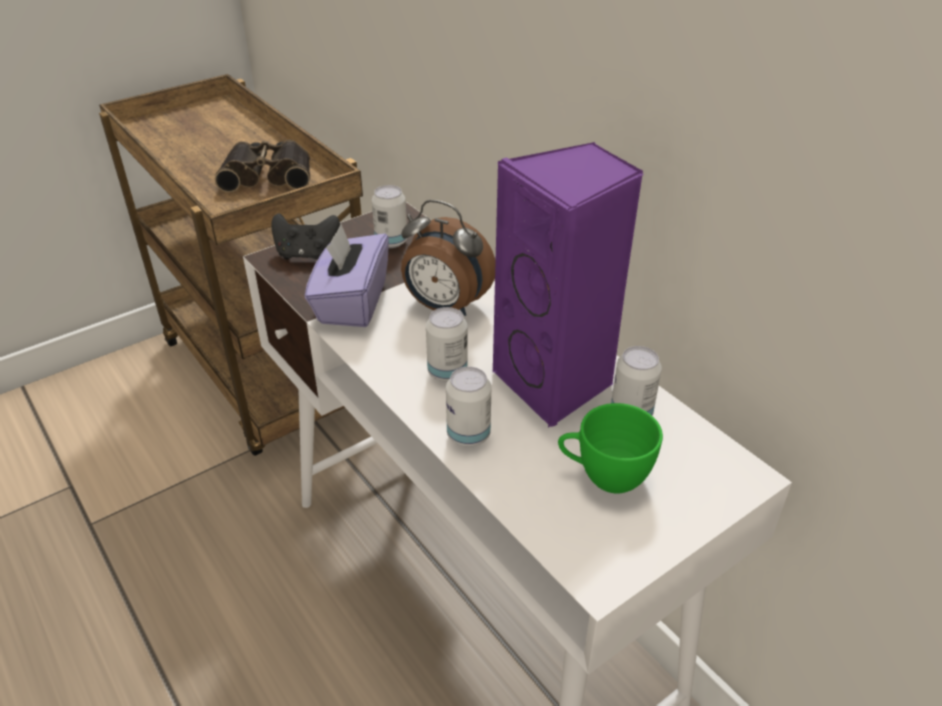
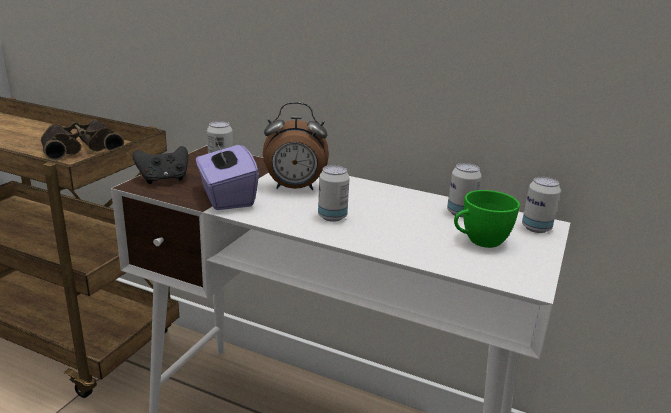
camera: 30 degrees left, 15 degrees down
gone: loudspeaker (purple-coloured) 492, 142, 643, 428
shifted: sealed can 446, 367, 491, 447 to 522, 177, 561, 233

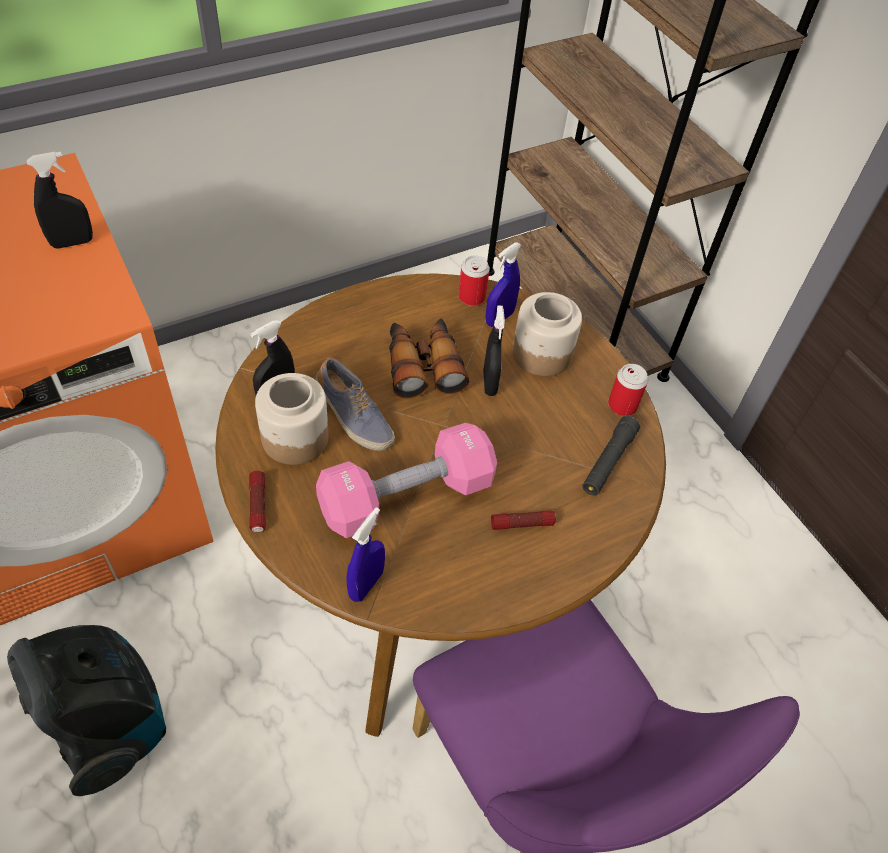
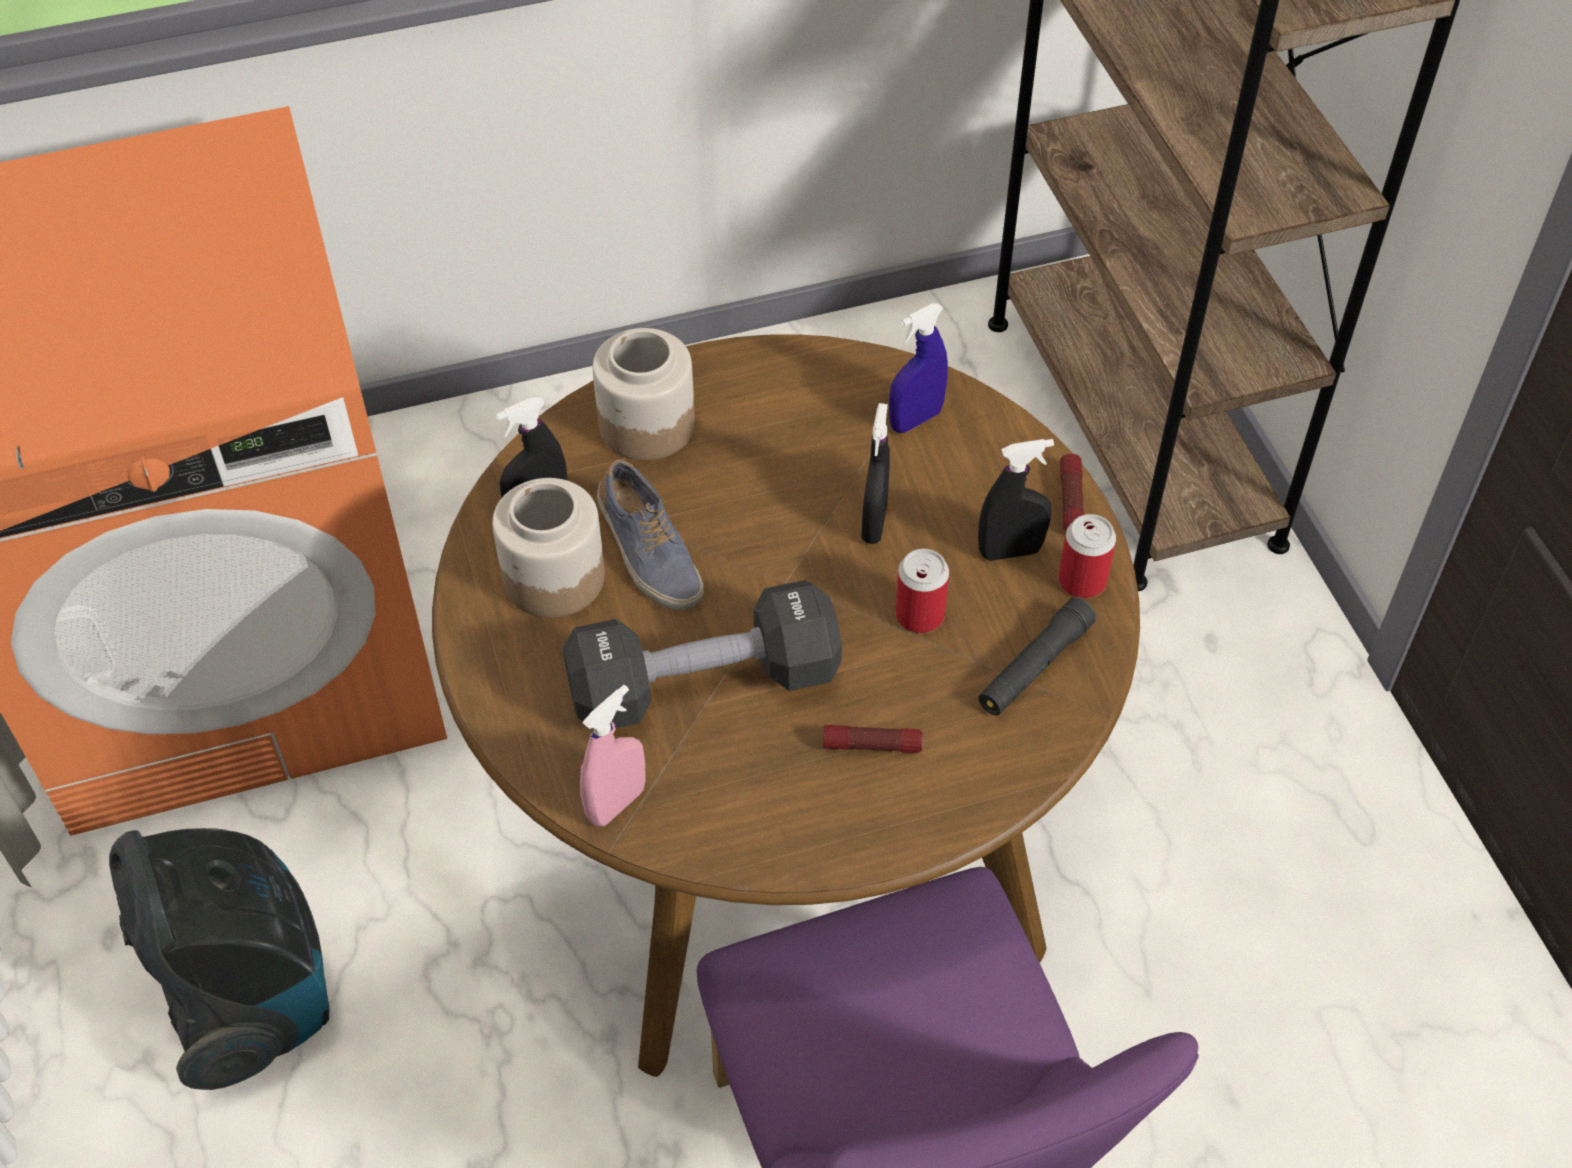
camera: 15 degrees right, 0 degrees up
gone: field glasses 389, 319, 469, 398
shifted: spray bottle (black-coloured) 27, 152, 93, 249 to 978, 439, 1054, 561; torch 249, 471, 266, 532 to 1060, 454, 1085, 532; sealed can 458, 255, 490, 306 to 895, 549, 949, 633; storage jar 512, 292, 582, 376 to 593, 328, 695, 461
repainted: dumbbell (pink-coloured) 316, 423, 497, 538 to dumbbell (black-coloured) 563, 580, 842, 730; spray bottle (bluish) 346, 507, 385, 602 to spray bottle (pink-coloured) 580, 685, 646, 826

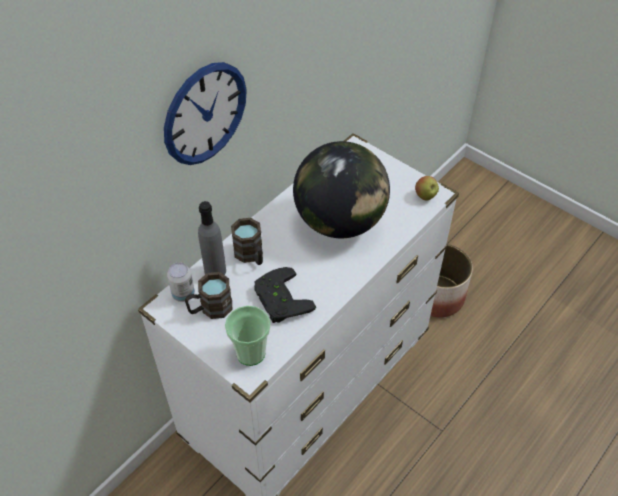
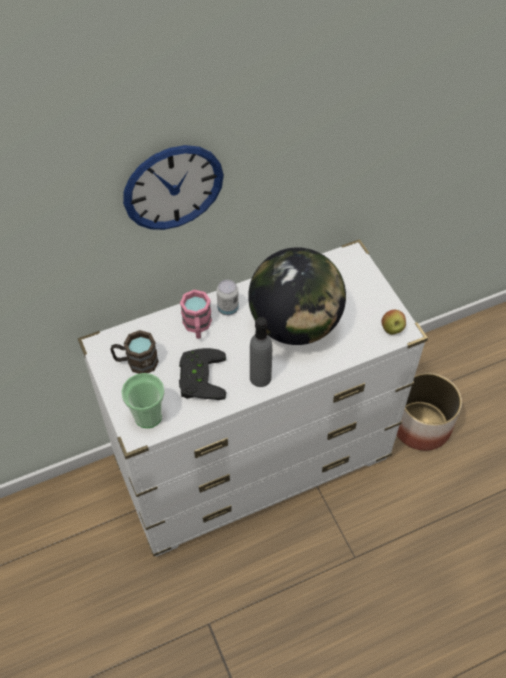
camera: 25 degrees right, 5 degrees up
shifted: sealed can 167, 262, 195, 302 to 217, 280, 239, 316; beverage bottle (gray) 198, 201, 226, 275 to 250, 317, 272, 387
repainted: tea mug (brownish) 231, 218, 263, 265 to tea mug (pink-coloured) 180, 290, 212, 339

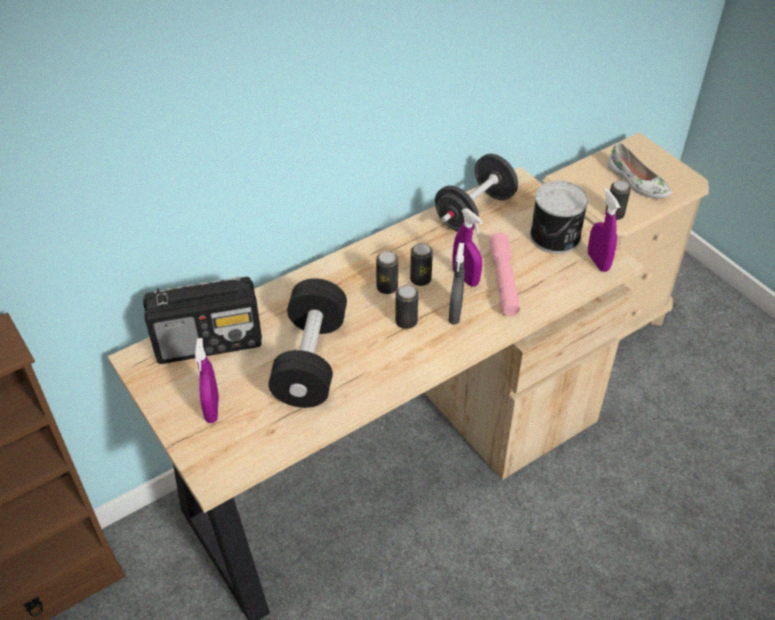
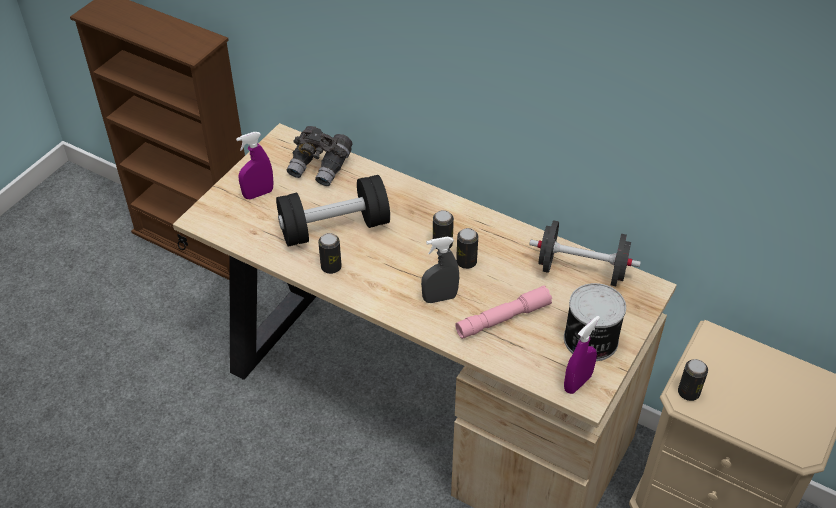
camera: 65 degrees right, 0 degrees up
gone: spray bottle (purple-coloured) 452, 208, 482, 287; low shoe (whitish) 607, 143, 672, 199
shifted: sealed can 395, 285, 419, 329 to 318, 233, 342, 274
swapped: radio receiver 143, 277, 262, 364 to field glasses (gray) 287, 126, 353, 186

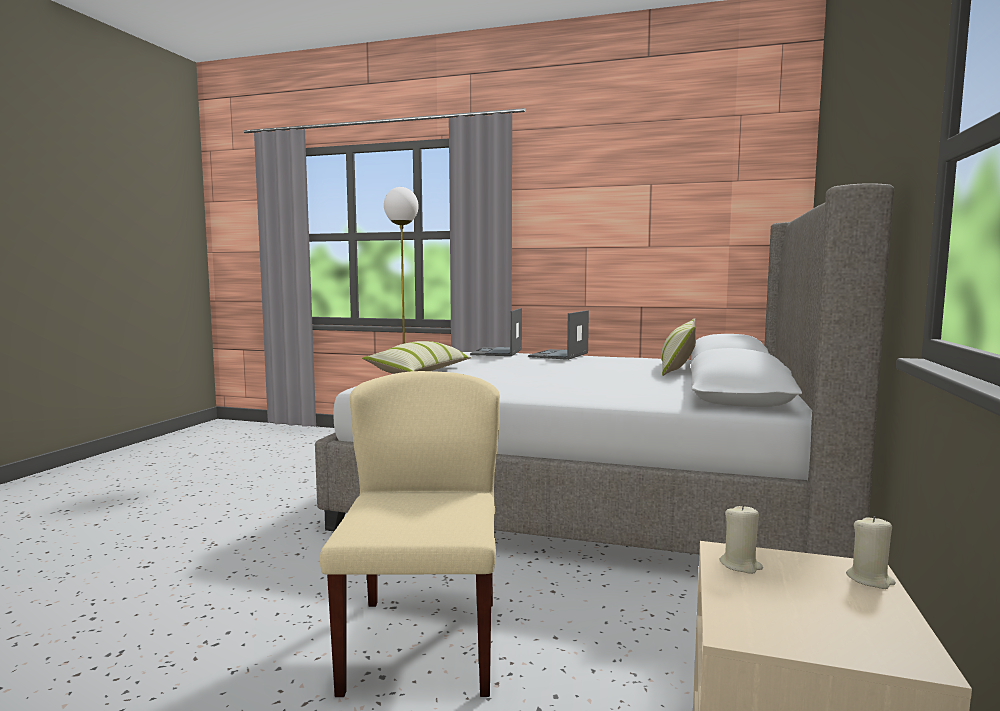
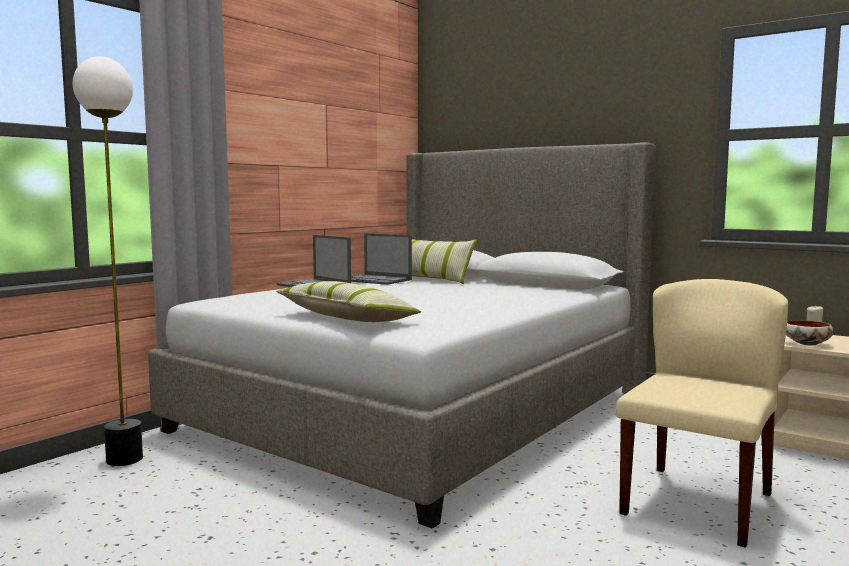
camera: 70 degrees left, 0 degrees up
shifted: portable computer 470, 308, 522, 356 to 351, 233, 412, 285
swapped: wax candle (beige) 719, 504, 763, 574 to bowl 786, 320, 833, 346
rotated: plain chair (beige) 320, 371, 500, 697 = 616, 279, 788, 548 105 degrees clockwise

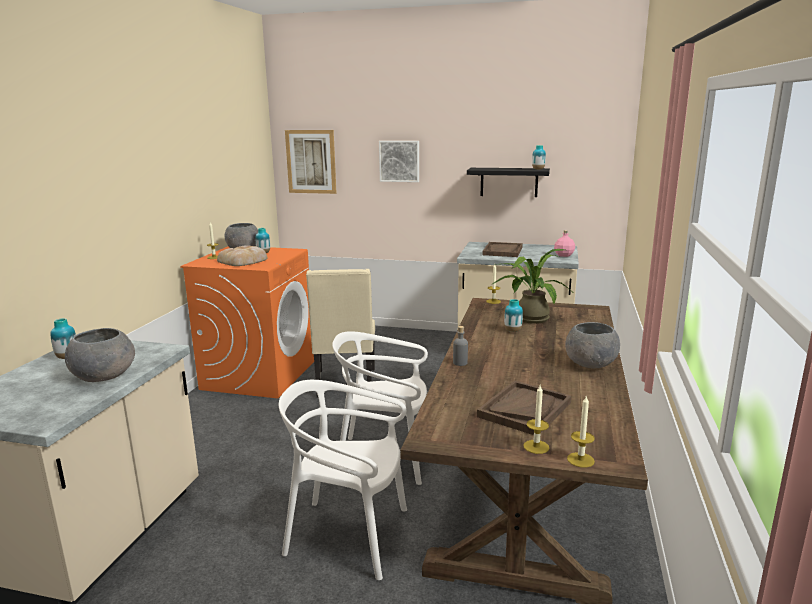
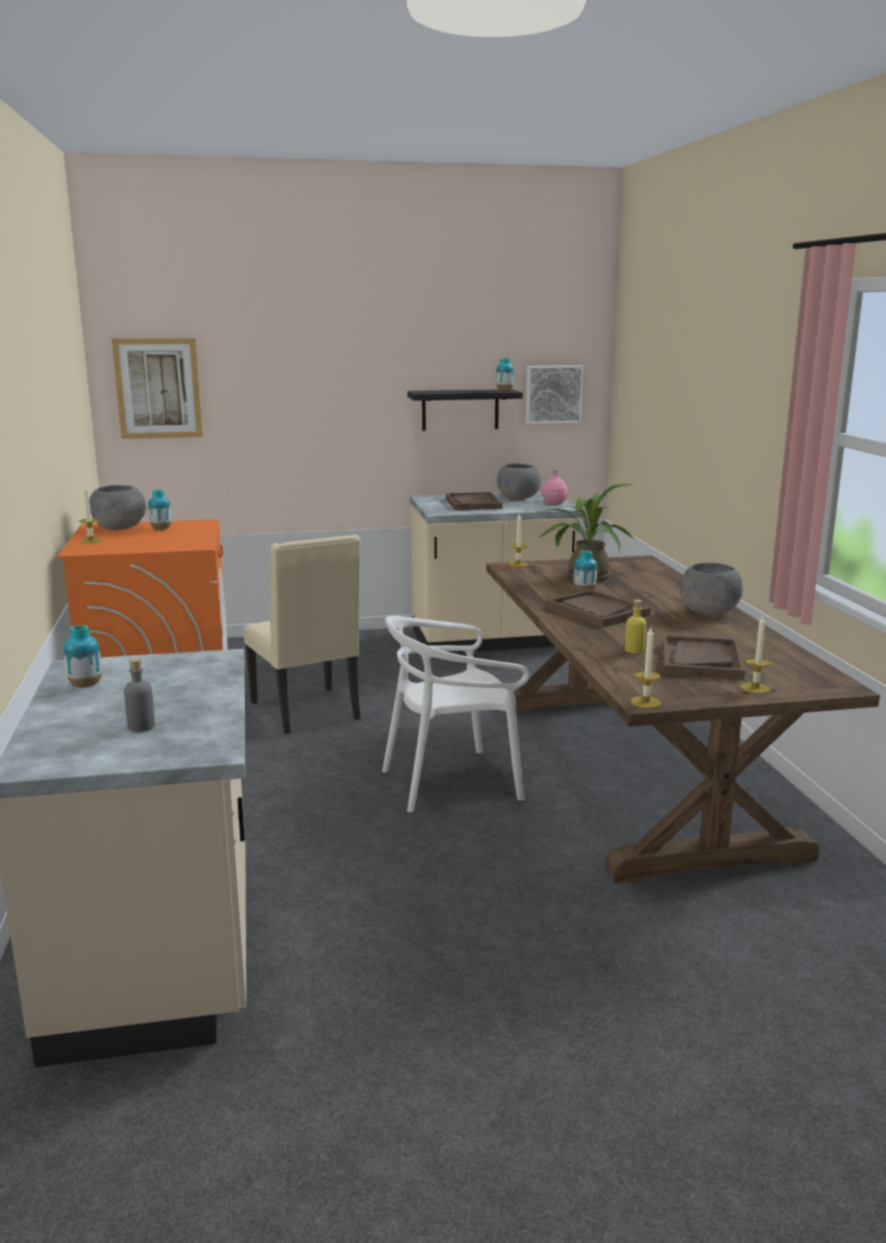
camera: 25 degrees left, 0 degrees up
gone: baked bread 217, 245, 267, 266; plain chair (whitish) 279, 380, 407, 580
new: carrying tray (brownish) 546, 590, 650, 628; beverage bottle (yellow-coloured) 625, 600, 646, 653
shifted: bowl (gray) 65, 328, 135, 382 to 497, 464, 541, 500; wall picture 379, 141, 419, 182 to 526, 365, 584, 424; beverage bottle (gray) 453, 326, 468, 366 to 124, 658, 155, 732; wax candle 567, 395, 595, 468 to 631, 628, 661, 708

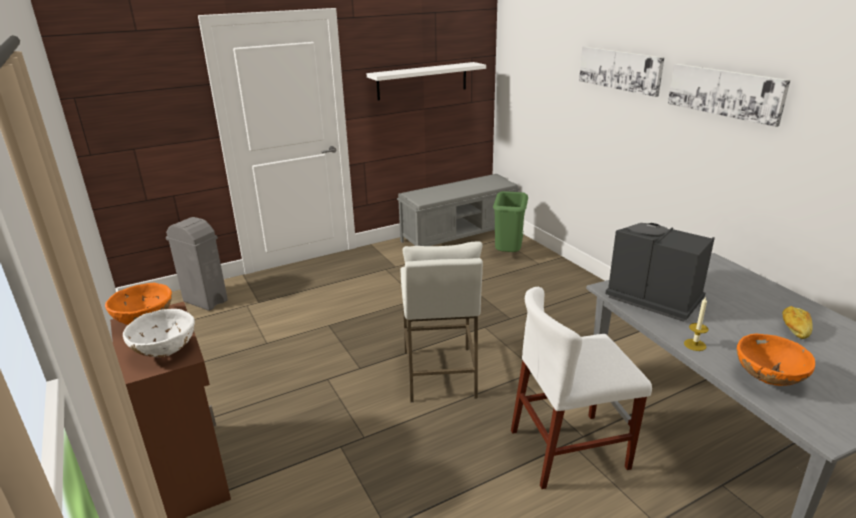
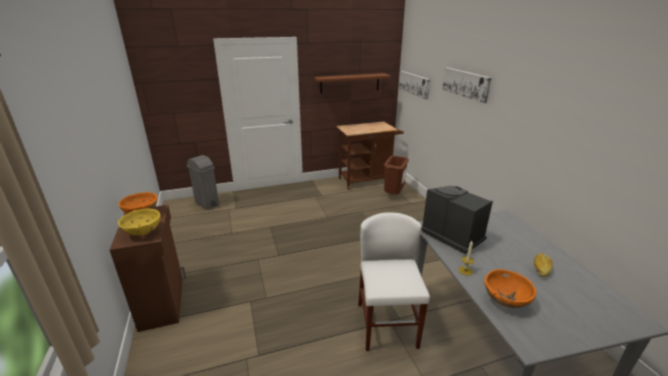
camera: 10 degrees right, 0 degrees up
gone: sitting stool (whitish) 400, 241, 483, 402
shifted: wall picture 668, 64, 790, 127 to 399, 71, 430, 99
swapped: bench (gray) 397, 174, 520, 246 to trolley (brownish) 337, 122, 404, 190
repainted: bowl (whitish) 123, 309, 195, 357 to bowl (yellow-coloured) 118, 209, 161, 236; shelf (whitish) 367, 62, 486, 100 to shelf (brownish) 314, 73, 391, 94; rubbish bin (green-coloured) 493, 191, 528, 252 to rubbish bin (brownish) 384, 155, 409, 194
rotated: plain chair (whitish) 511, 287, 652, 489 = 358, 213, 430, 351 90 degrees clockwise

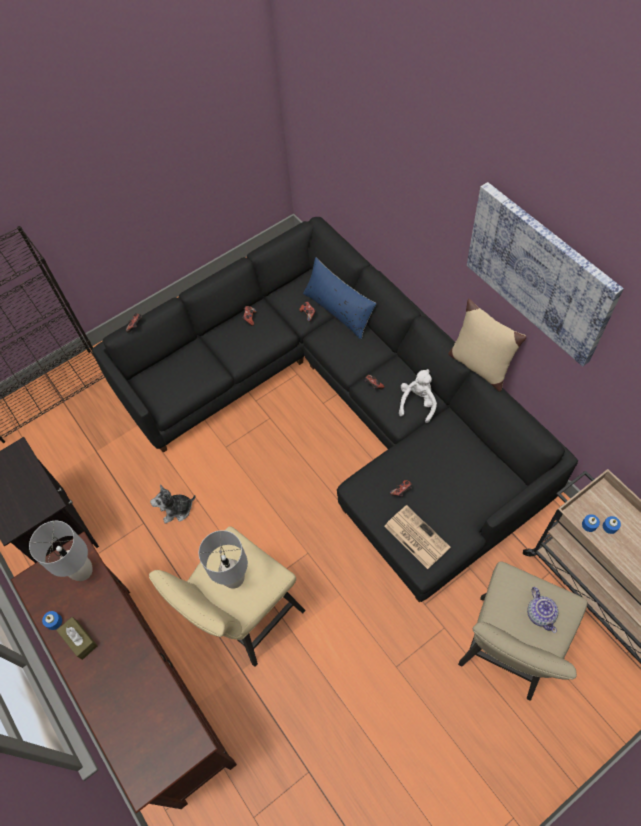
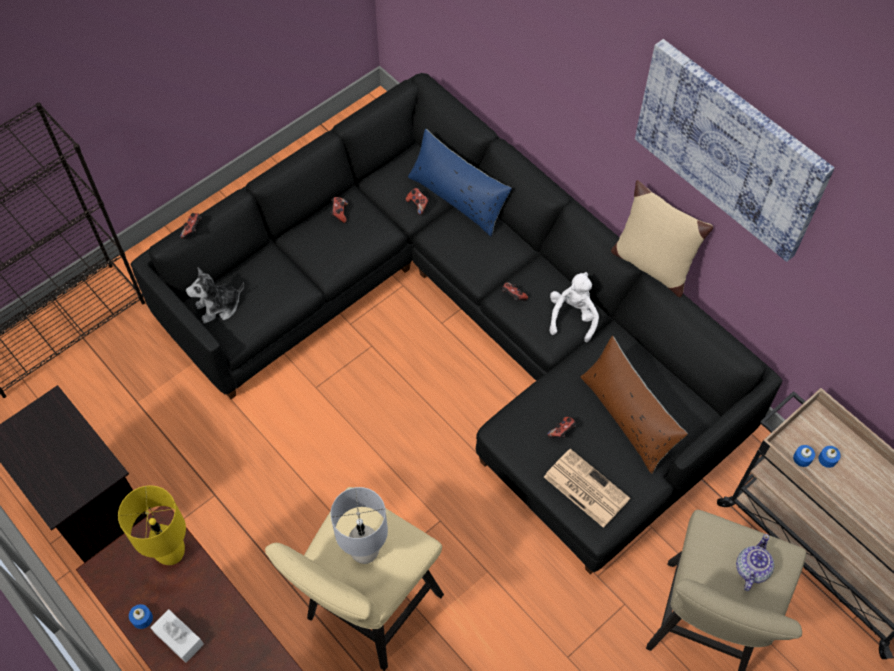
camera: 10 degrees left, 0 degrees up
new: throw pillow (brownish) 580, 336, 688, 474
shifted: plush toy 150, 484, 195, 524 to 186, 267, 244, 323
repainted: tabletop lamp (gray) 29, 521, 93, 581 to tabletop lamp (yellow-coloured) 118, 485, 186, 565; box of tissues (brownish) 57, 617, 98, 660 to box of tissues (whitish) 150, 609, 204, 663
rotated: teapot 527, 587, 559, 633 = 736, 534, 774, 591 135 degrees counterclockwise

